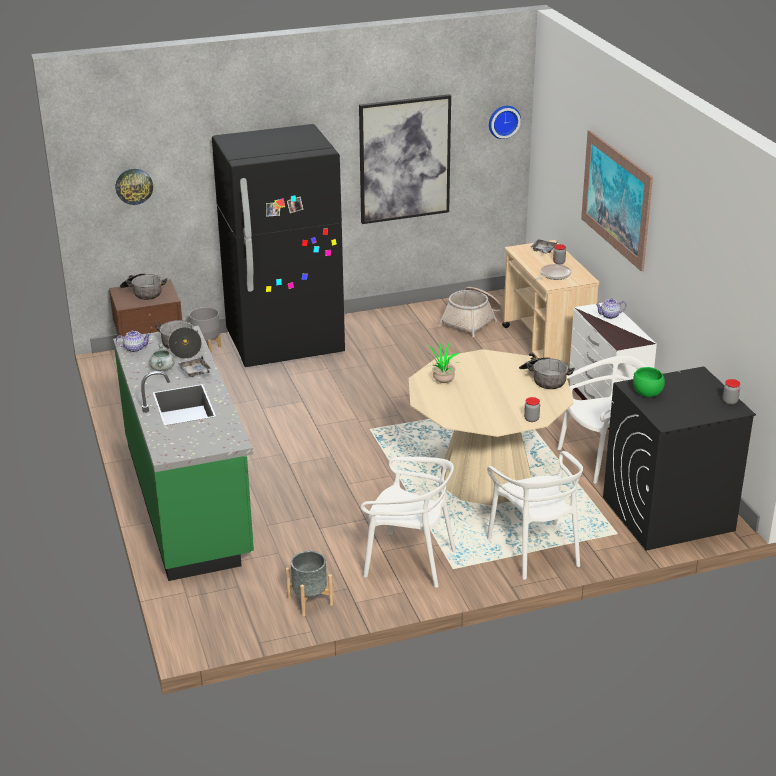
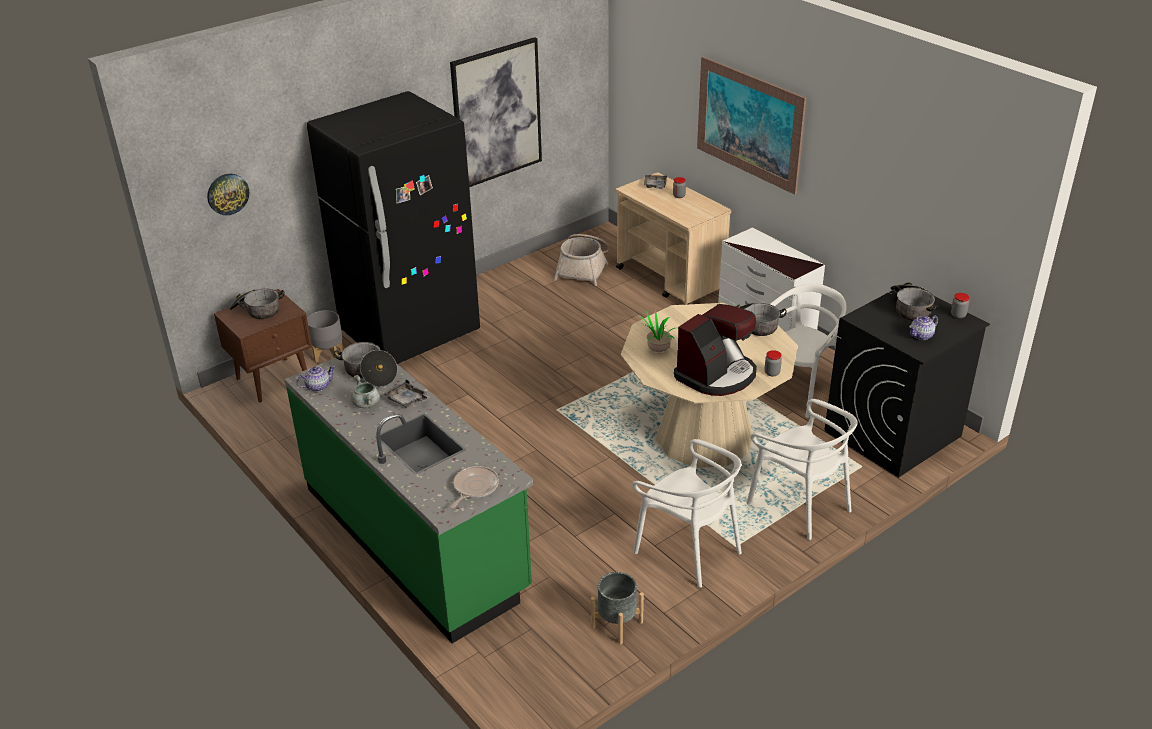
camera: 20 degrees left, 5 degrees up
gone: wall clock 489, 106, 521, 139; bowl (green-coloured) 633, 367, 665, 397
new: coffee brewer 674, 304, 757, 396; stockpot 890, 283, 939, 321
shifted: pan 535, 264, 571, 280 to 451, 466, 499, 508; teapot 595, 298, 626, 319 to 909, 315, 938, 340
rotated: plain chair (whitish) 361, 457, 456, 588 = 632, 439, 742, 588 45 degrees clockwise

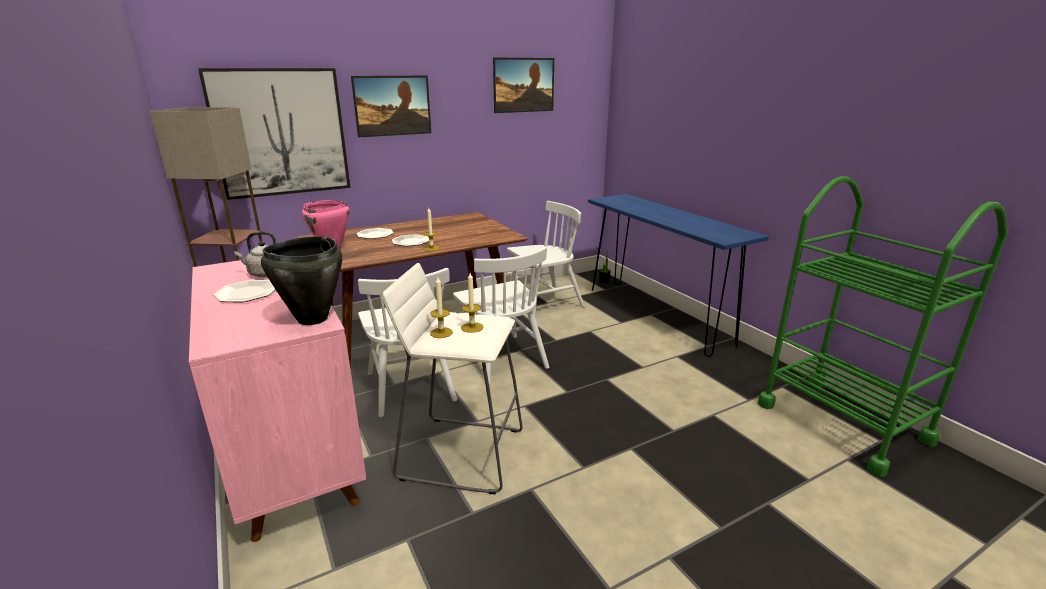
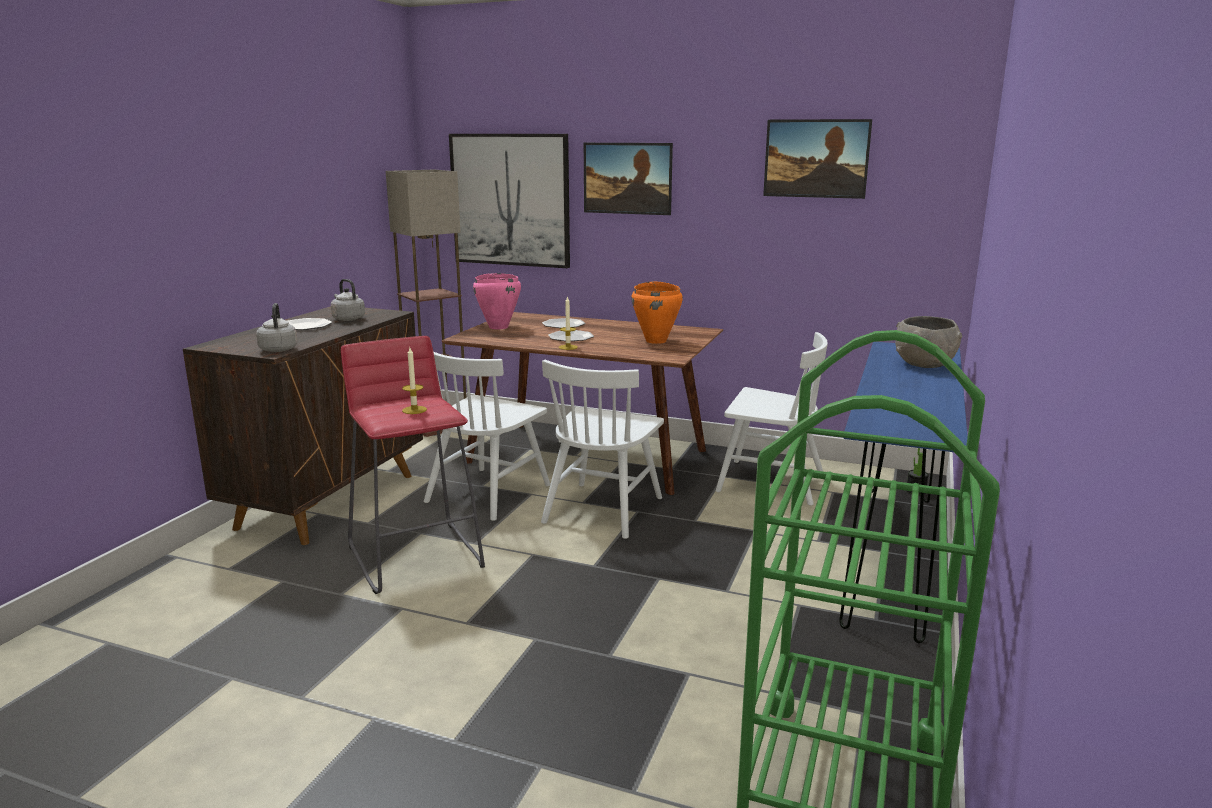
camera: 50 degrees right, 5 degrees down
gone: wax candle 430, 277, 453, 338
new: stockpot (orangey) 631, 281, 683, 344; bowl (gray) 895, 316, 962, 368
swapped: stockpot (black-coloured) 261, 236, 342, 325 to tea kettle (gray) 256, 303, 298, 352
repainted: storage cabinet (pink-coloured) 189, 260, 367, 542 to storage cabinet (brownish) 183, 306, 423, 545; sitting stool (whitish) 382, 263, 523, 494 to sitting stool (red-coloured) 341, 336, 485, 594

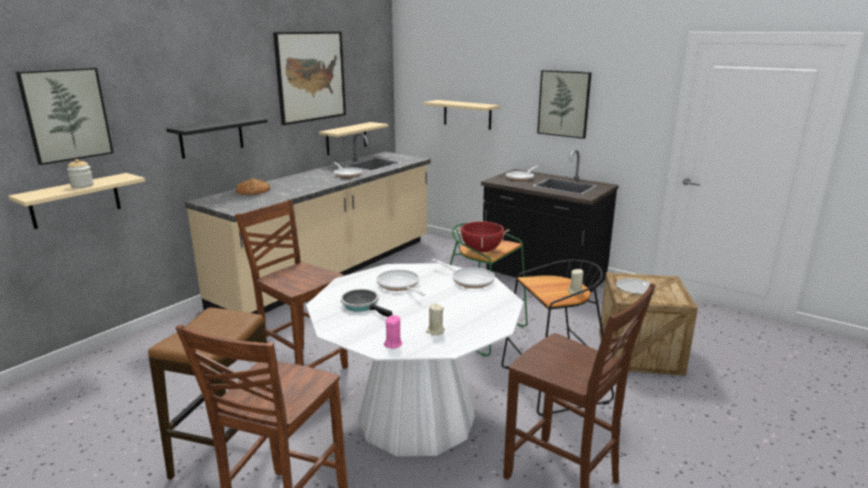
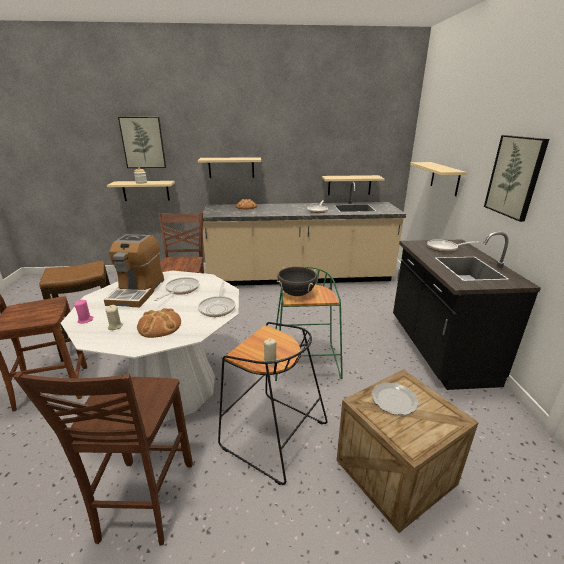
camera: 50 degrees right, 5 degrees up
gone: wall picture 273, 32, 346, 125
new: baked bread 137, 308, 181, 338
swapped: pan 341, 289, 392, 317 to coffee brewer 104, 234, 164, 307
repainted: shelf (black-coloured) 166, 117, 268, 159 to shelf (beige) 198, 157, 261, 178; stockpot (red-coloured) 456, 221, 510, 252 to stockpot (black-coloured) 276, 267, 317, 296

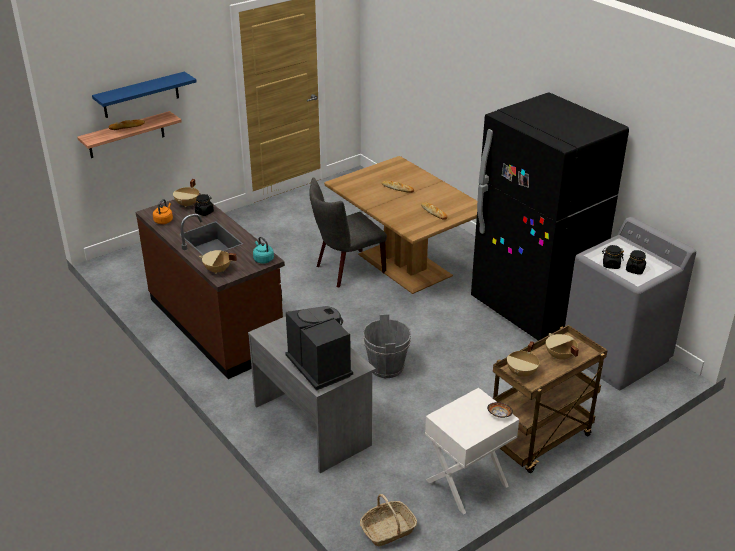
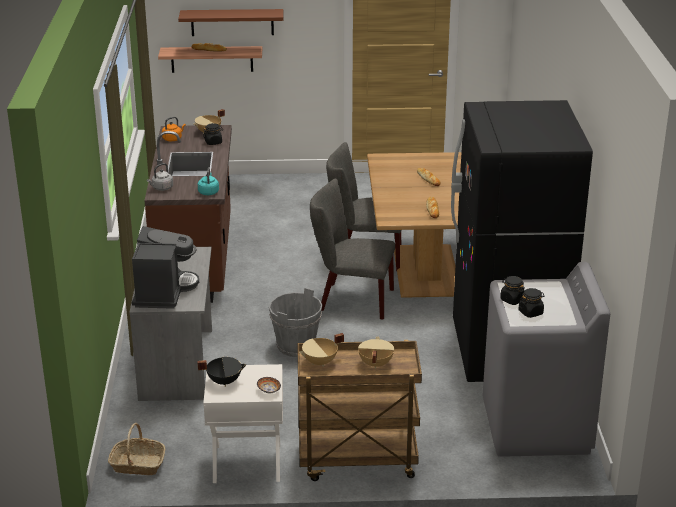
camera: 35 degrees right, 5 degrees down
new: stockpot (black-coloured) 197, 357, 246, 387; plain chair (gray) 310, 178, 395, 320
swapped: stockpot (beige) 199, 250, 237, 274 to tea kettle (gray) 147, 163, 173, 191
repainted: shelf (bluish) 92, 72, 197, 118 to shelf (brownish) 178, 9, 283, 36

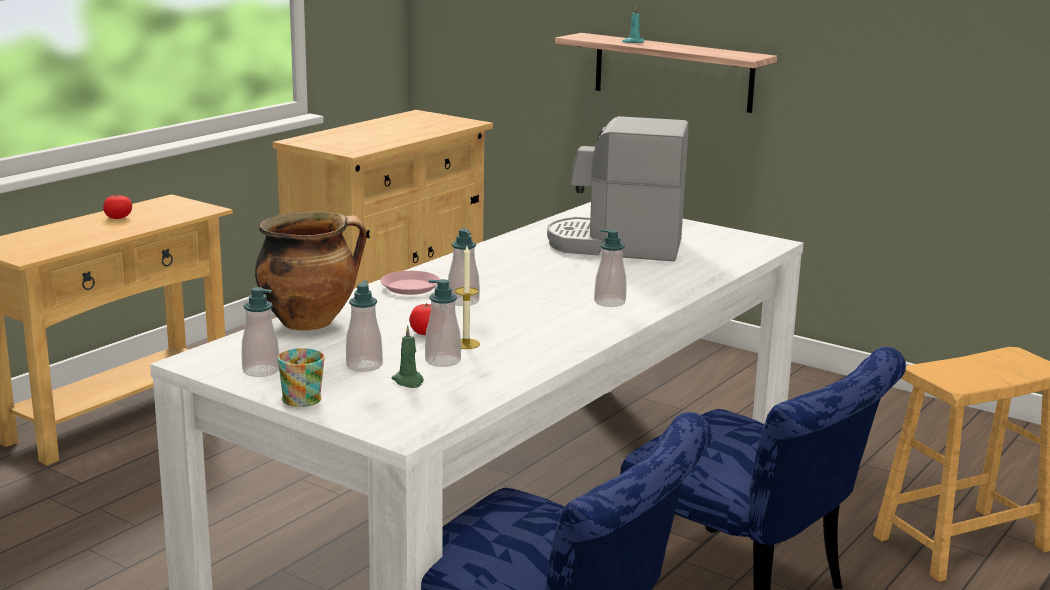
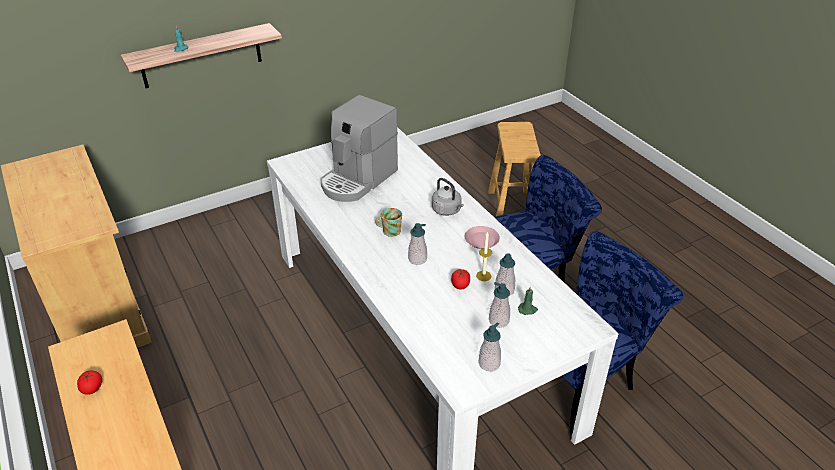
camera: 65 degrees left, 20 degrees up
gone: stockpot 255, 211, 367, 331
shifted: tea mug 278, 348, 325, 407 to 375, 208, 402, 237; flat dish (pink-coloured) 381, 271, 440, 295 to 465, 226, 500, 249
swapped: liquid soap bottle 594, 229, 626, 307 to tea kettle (gray) 432, 178, 464, 216

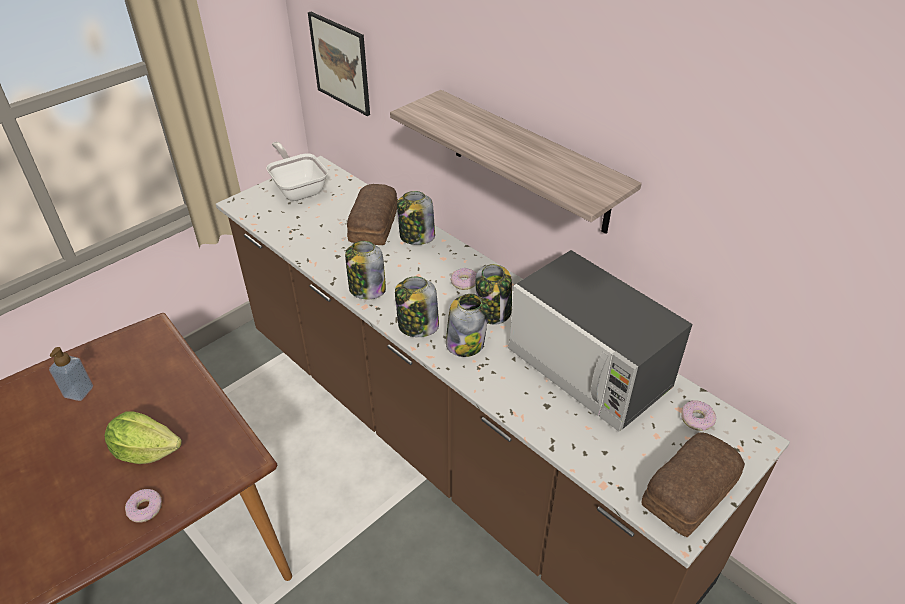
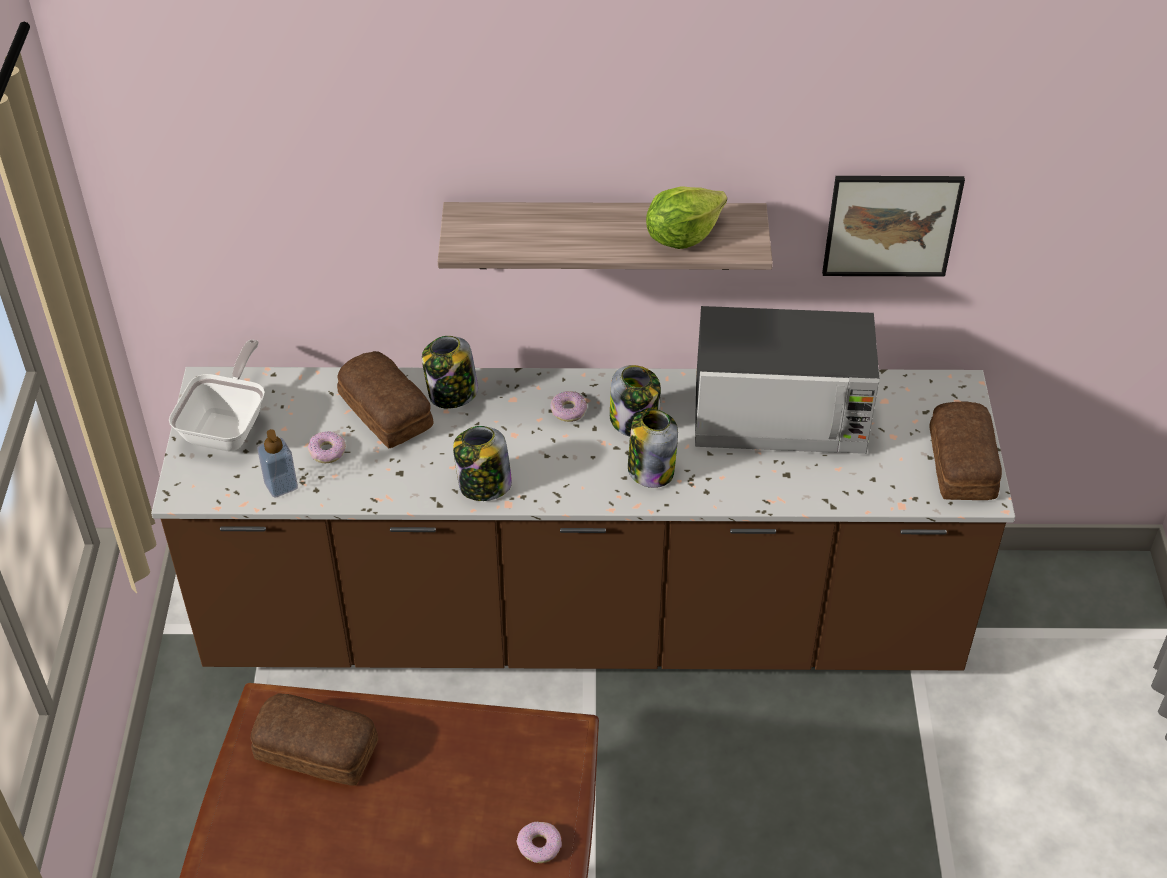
camera: 45 degrees left, 5 degrees up
gone: storage jar 395, 277, 439, 337
new: baked bread 251, 693, 378, 786
shifted: liquid soap bottle 49, 347, 93, 401 to 257, 429, 298, 498; lettuce head 105, 412, 182, 464 to 646, 186, 727, 249; wall picture 308, 12, 370, 116 to 822, 176, 965, 277; donut 681, 400, 716, 431 to 308, 431, 346, 463
rotated: pan 266, 142, 328, 201 = 169, 340, 265, 451 90 degrees clockwise

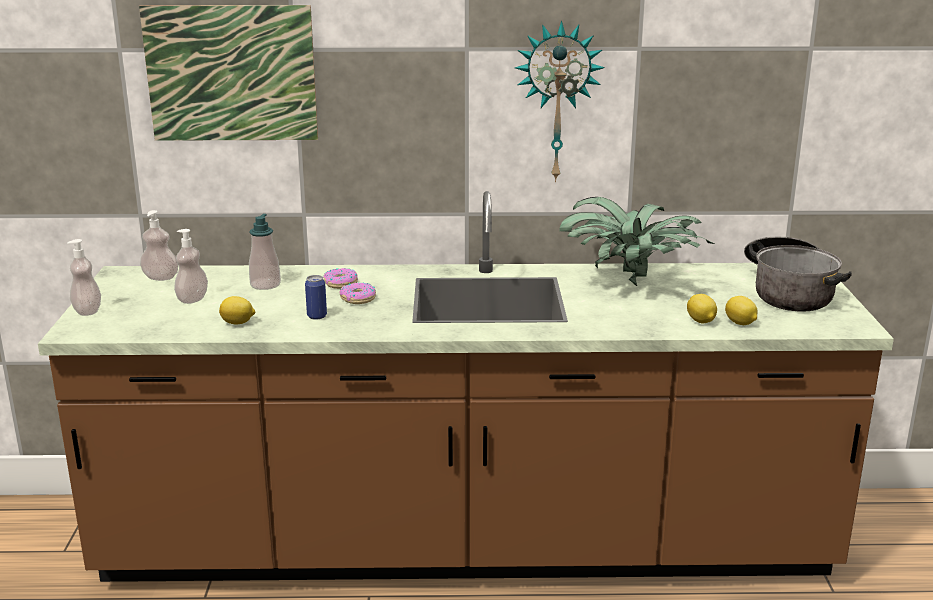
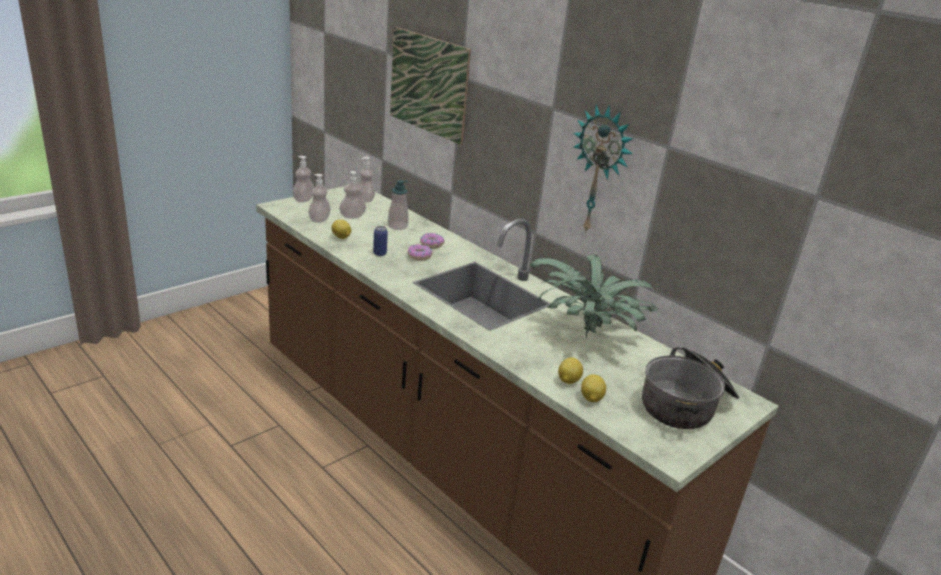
camera: 45 degrees right, 5 degrees up
new: liquid soap bottle 308, 174, 331, 223

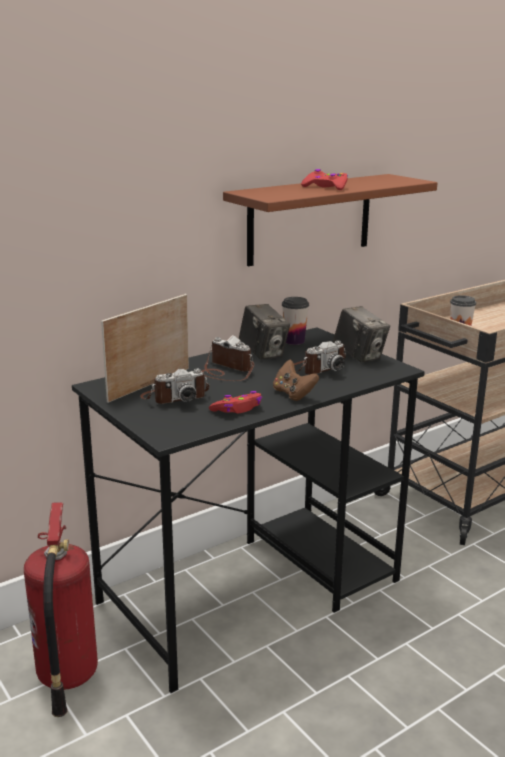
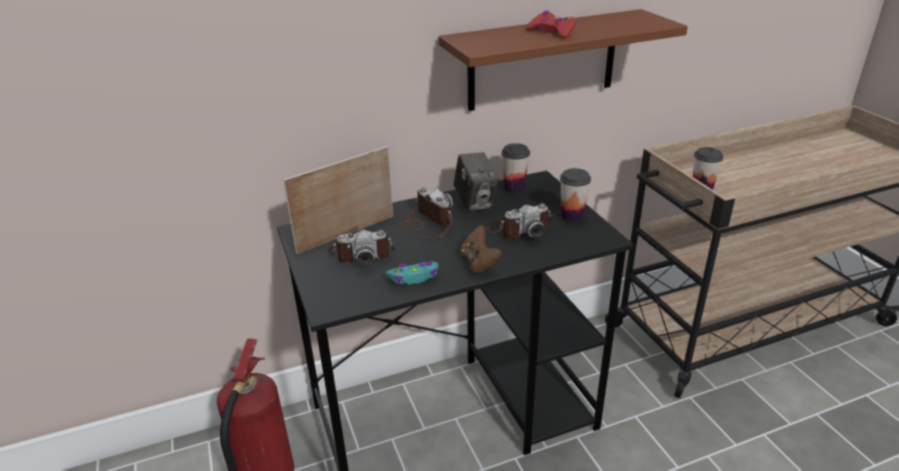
camera: 15 degrees right, 10 degrees up
swapped: still camera 333, 306, 390, 363 to small cup 560, 168, 591, 222
repainted: gamepad (red-coloured) 209, 391, 262, 413 to gamepad (blue-green) 385, 262, 439, 285

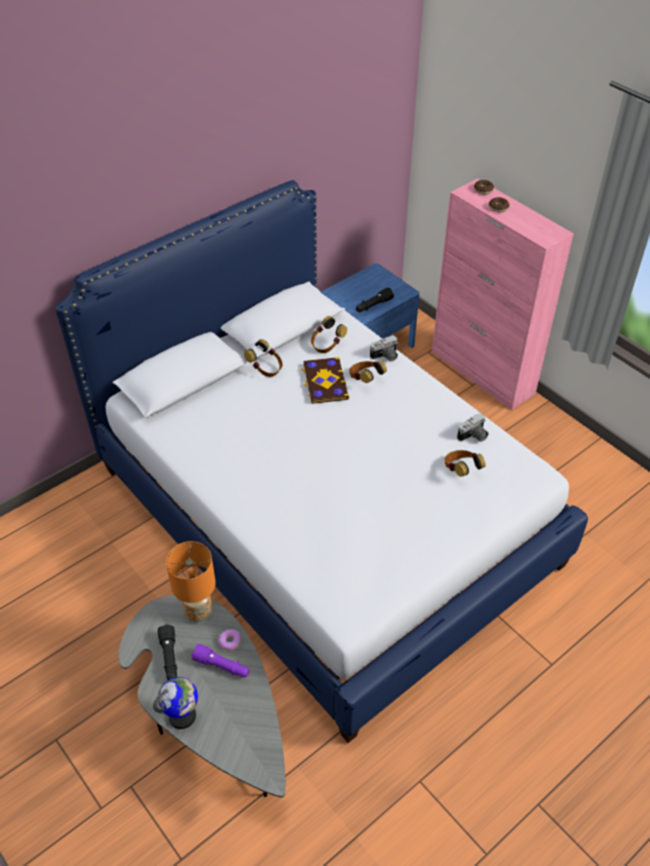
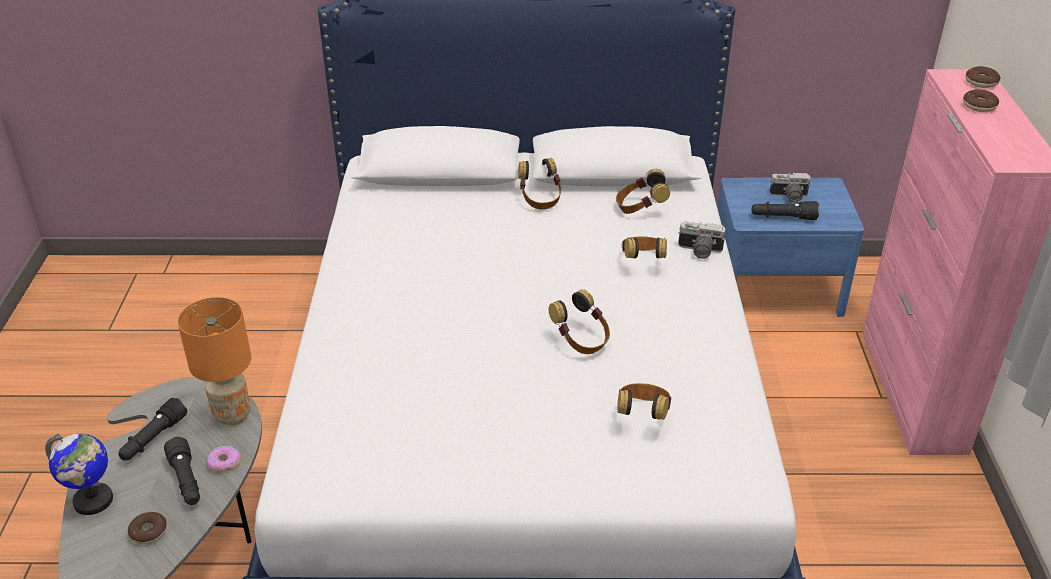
camera: 40 degrees right, 10 degrees down
gone: bound book 301, 357, 349, 404
new: donut 128, 512, 167, 544; headset 549, 289, 610, 354
shifted: still camera 457, 413, 489, 442 to 770, 172, 811, 203
repainted: torch (purple-coloured) 191, 644, 249, 677 to torch (black-coloured) 164, 437, 200, 505

